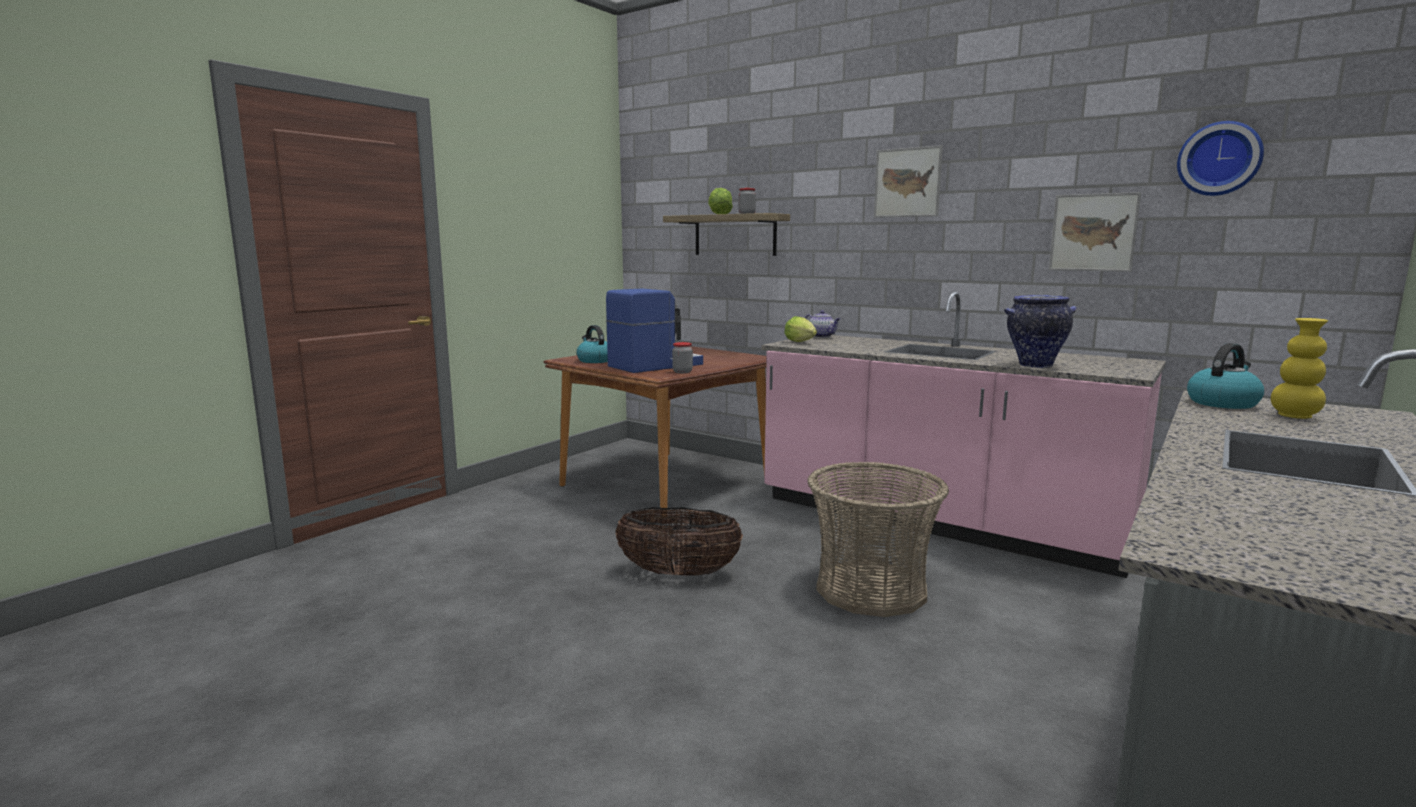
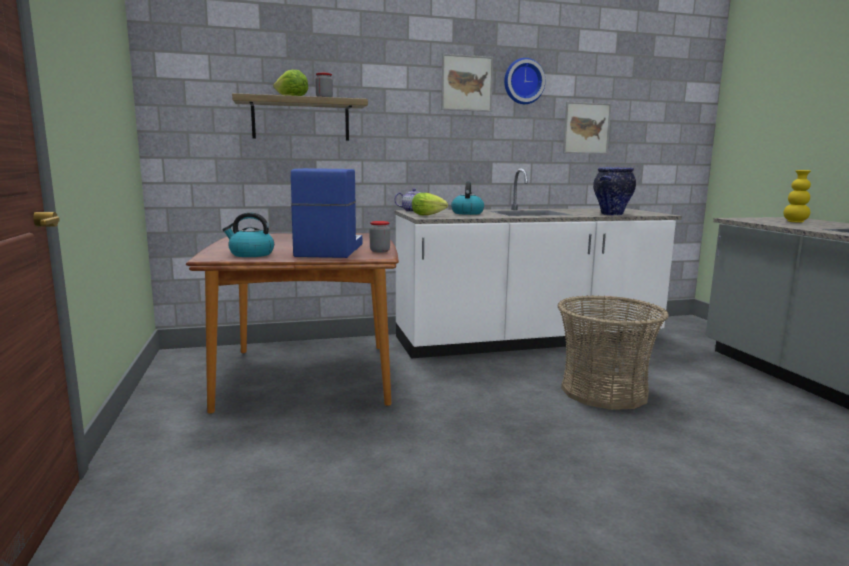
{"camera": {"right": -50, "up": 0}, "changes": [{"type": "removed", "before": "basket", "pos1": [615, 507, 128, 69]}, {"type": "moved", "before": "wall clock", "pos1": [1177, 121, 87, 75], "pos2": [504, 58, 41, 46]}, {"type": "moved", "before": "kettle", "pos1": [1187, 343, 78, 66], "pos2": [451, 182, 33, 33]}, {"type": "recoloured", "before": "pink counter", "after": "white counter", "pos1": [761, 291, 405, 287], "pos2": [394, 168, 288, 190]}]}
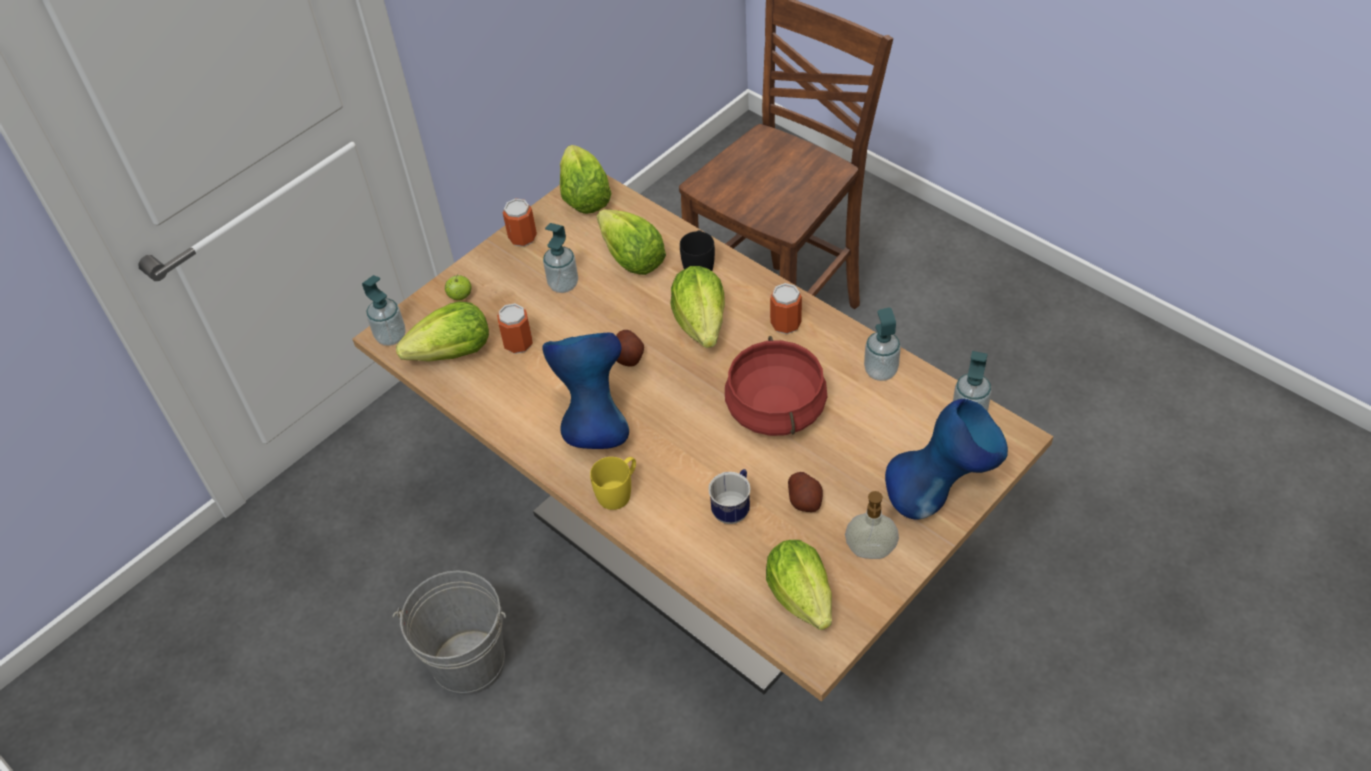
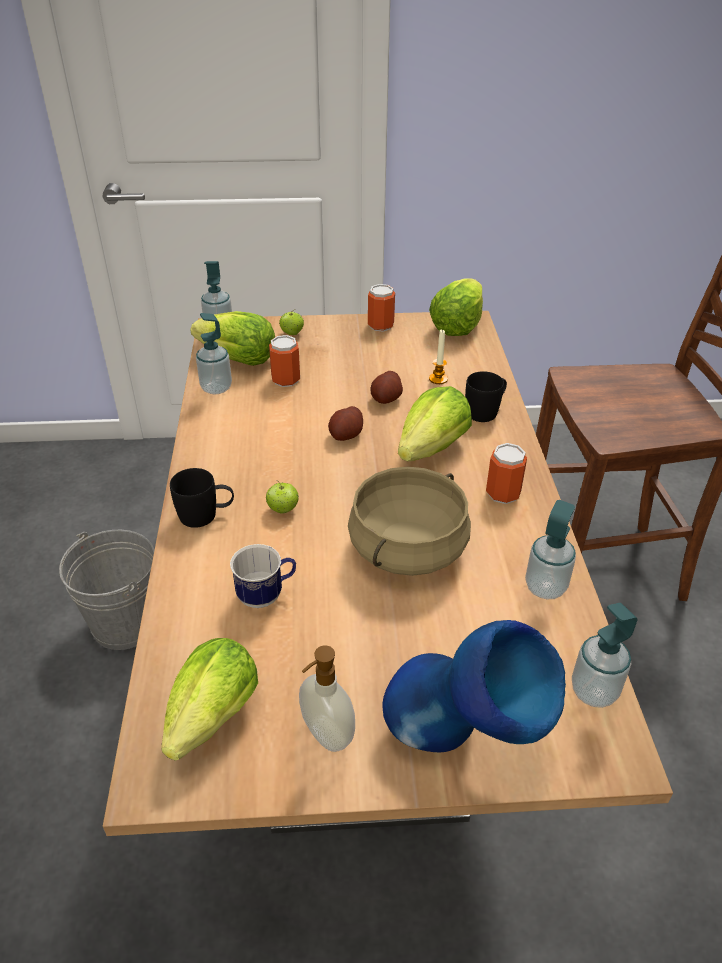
{"camera": {"right": 40, "up": -10}, "changes": [{"type": "removed", "before": "blue vase", "pos1": [542, 333, 87, 116]}, {"type": "added", "after": "apple", "pos2": [266, 480, 33, 34]}, {"type": "moved", "before": "soap dispenser", "pos1": [543, 223, 35, 70], "pos2": [196, 313, 36, 82]}, {"type": "moved", "before": "potato", "pos1": [788, 472, 35, 40], "pos2": [371, 371, 32, 33]}, {"type": "replaced", "before": "lettuce", "after": "candle", "pos1": [597, 209, 69, 66], "pos2": [429, 329, 19, 55]}, {"type": "recoloured", "before": "yellow mug", "after": "black mug", "pos1": [590, 457, 46, 53], "pos2": [170, 468, 64, 60]}, {"type": "recoloured", "before": "red cooking pot", "after": "beige cooking pot", "pos1": [725, 336, 102, 100], "pos2": [348, 467, 123, 109]}]}
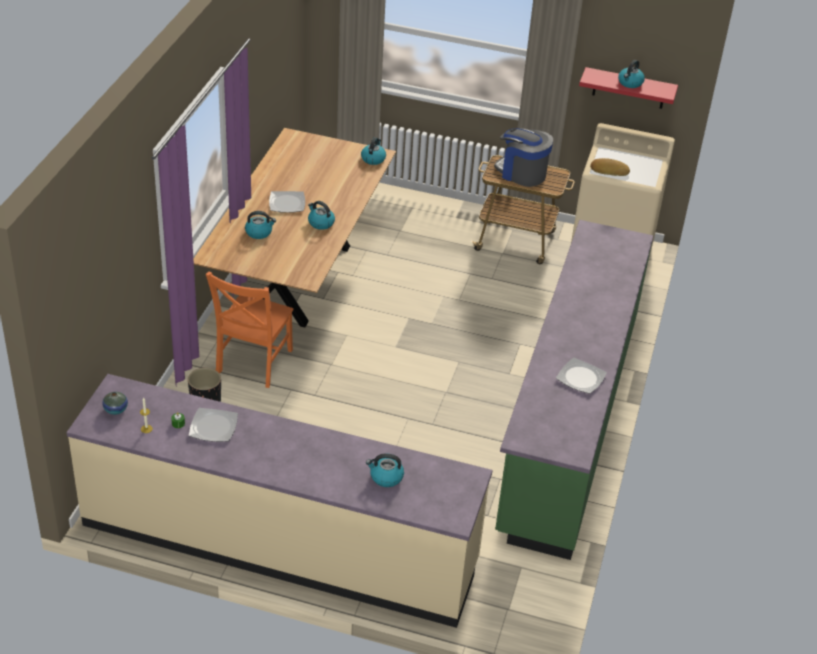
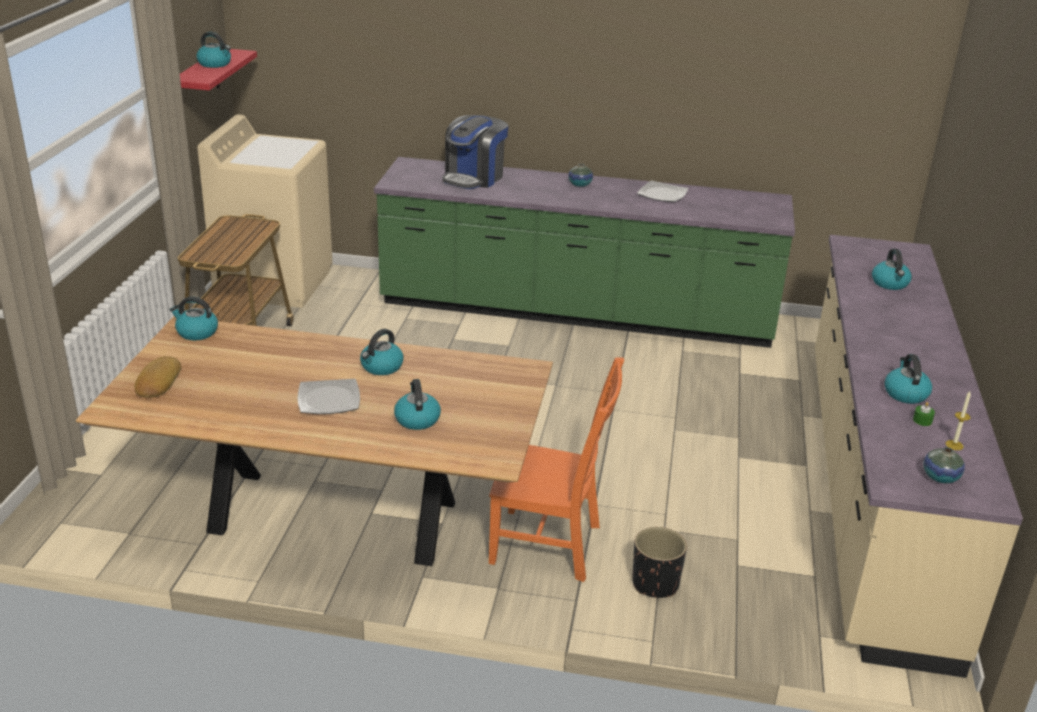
{"camera": {"right": -95, "up": -10}, "changes": [{"type": "added", "after": "vase", "pos2": [568, 164, 25, 23]}, {"type": "moved", "before": "coffee machine", "pos1": [494, 128, 59, 59], "pos2": [442, 115, 66, 74]}, {"type": "moved", "before": "bread", "pos1": [590, 158, 40, 18], "pos2": [134, 356, 47, 42]}, {"type": "replaced", "before": "plate", "after": "kettle", "pos1": [189, 408, 49, 34], "pos2": [885, 354, 47, 50]}]}
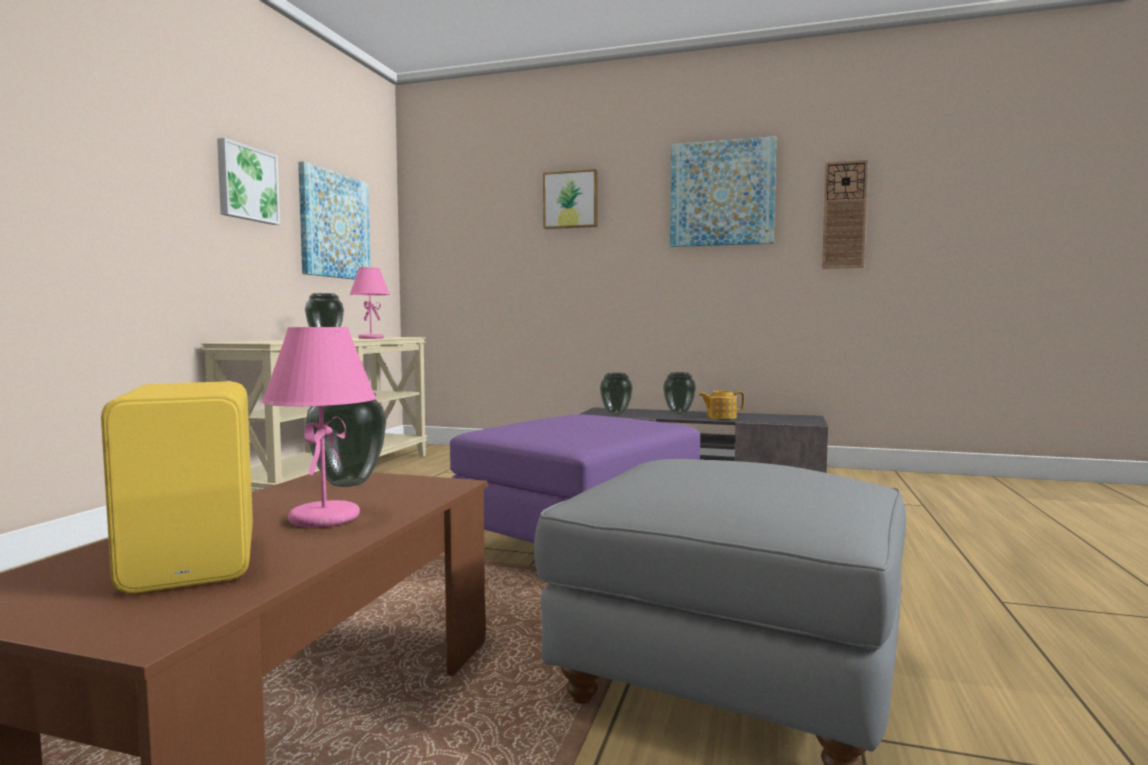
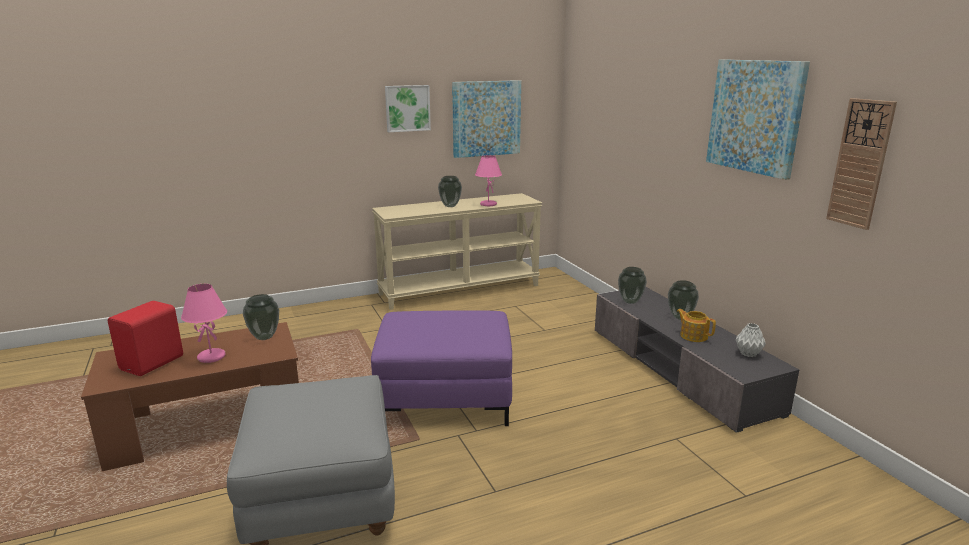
{"camera": {"right": 50, "up": 15}, "changes": [{"type": "removed", "before": "picture", "pos1": [543, 169, 55, 60]}, {"type": "added", "after": "grey vase", "pos2": [735, 323, 31, 34]}, {"type": "recoloured", "before": "yellow speaker", "after": "red speaker", "pos1": [101, 381, 152, 213], "pos2": [108, 301, 75, 75]}]}
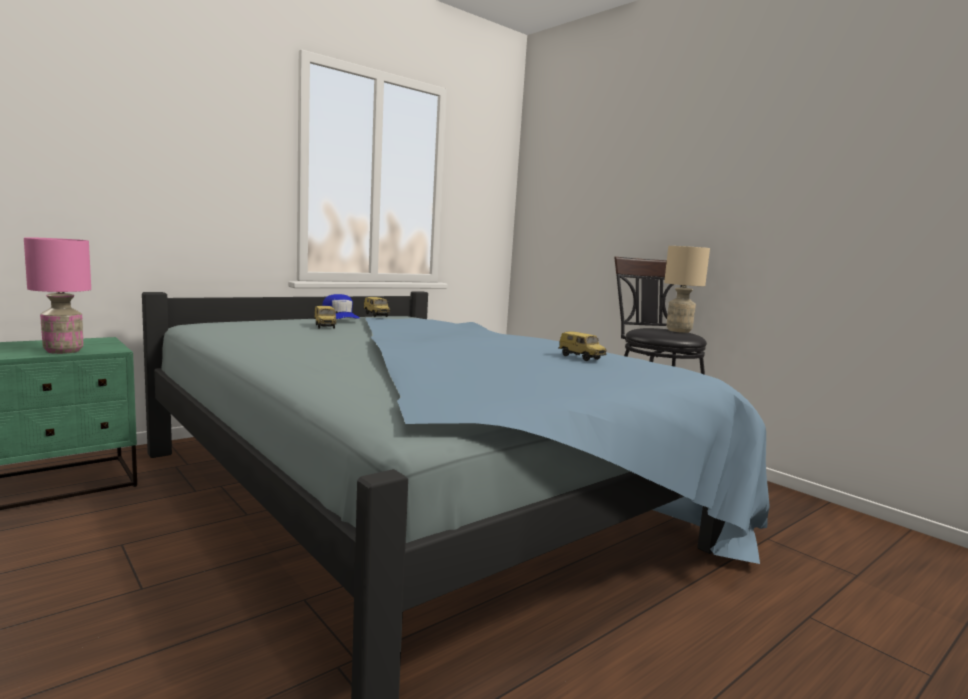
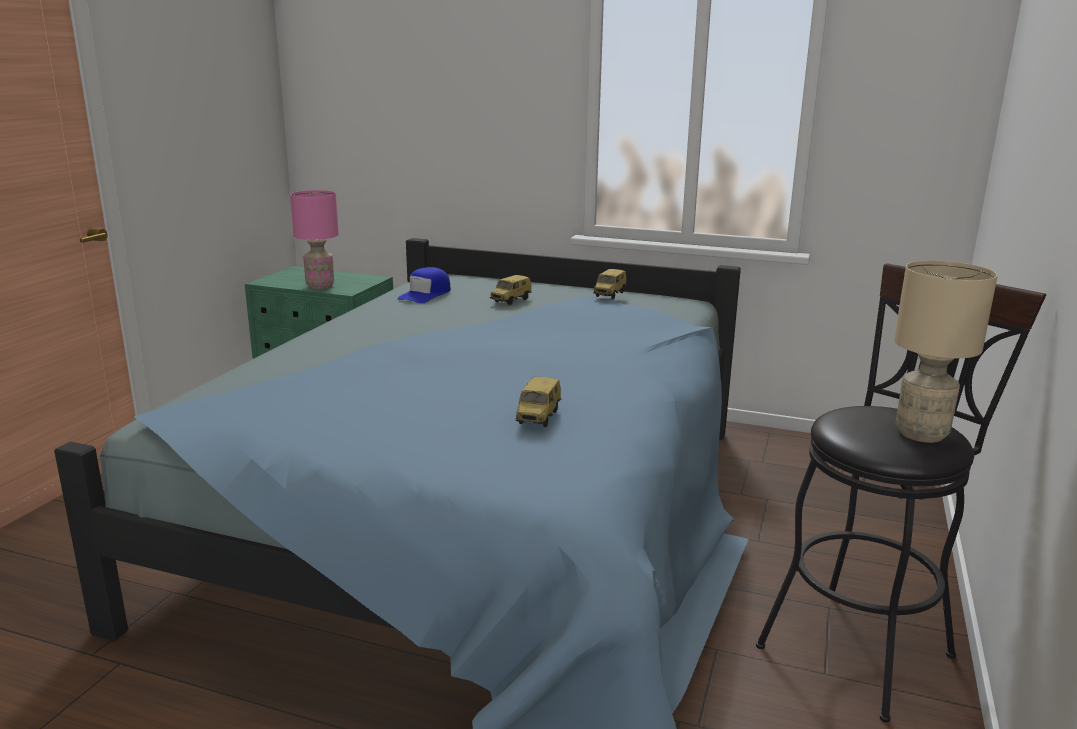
{"camera": {"right": 60, "up": 10}, "changes": [{"type": "moved", "before": "blue cap", "pos1": [322, 294, 38, 25], "pos2": [397, 267, 54, 36]}]}
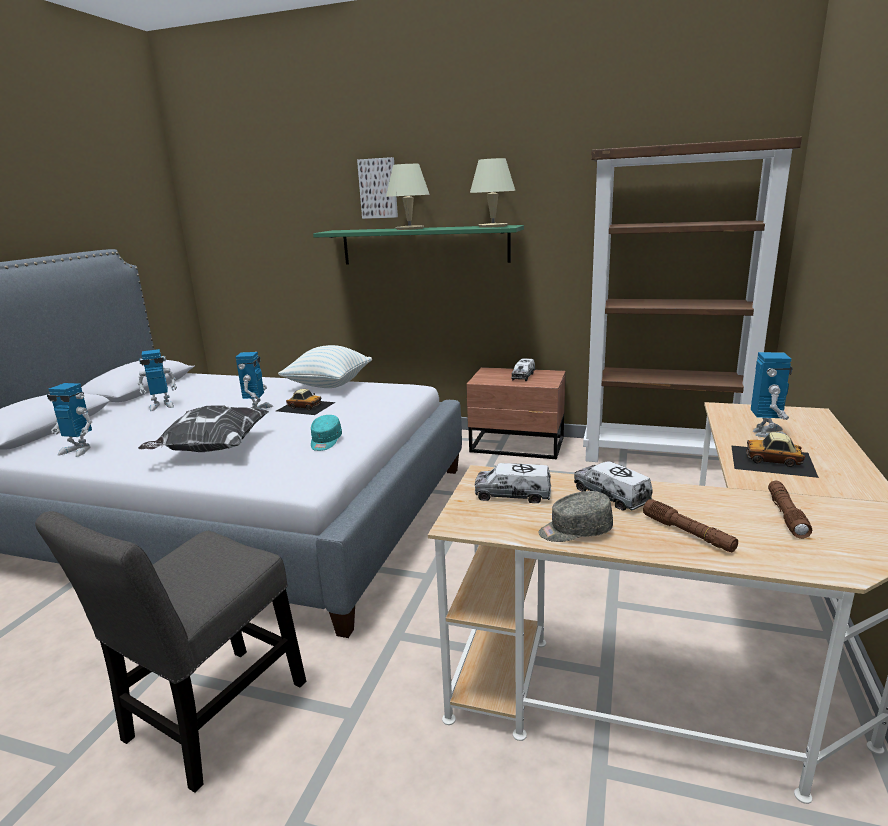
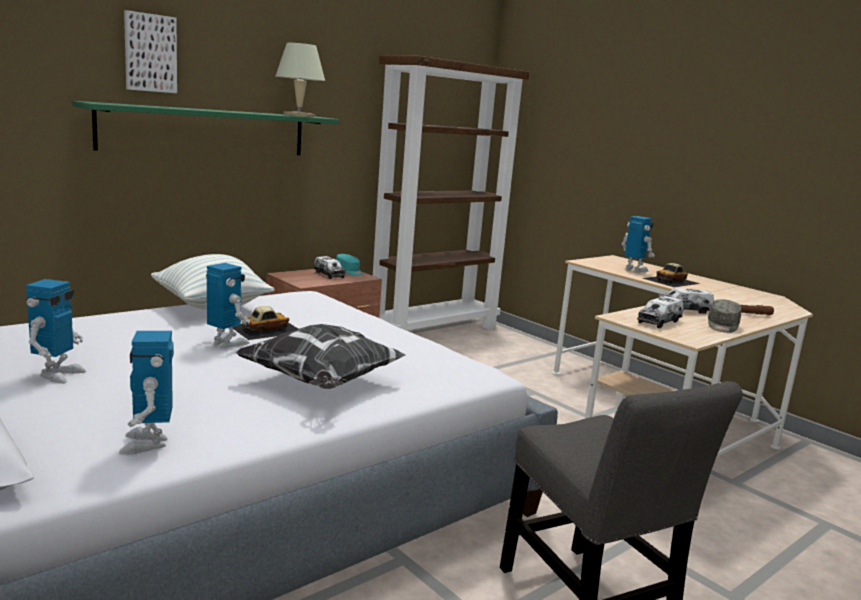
{"camera": {"right": -60, "up": -5}, "changes": [{"type": "removed", "before": "beige table lamp", "pos1": [386, 164, 44, 66]}, {"type": "removed", "before": "brown flashlight", "pos1": [768, 481, 44, 58]}, {"type": "moved", "before": "turquoise cap", "pos1": [311, 415, 31, 36], "pos2": [336, 254, 27, 22]}, {"type": "turned", "before": "toy robot", "pos1": [47, 383, 45, 74], "pos2": [119, 331, 55, 124], "turn": 120}]}
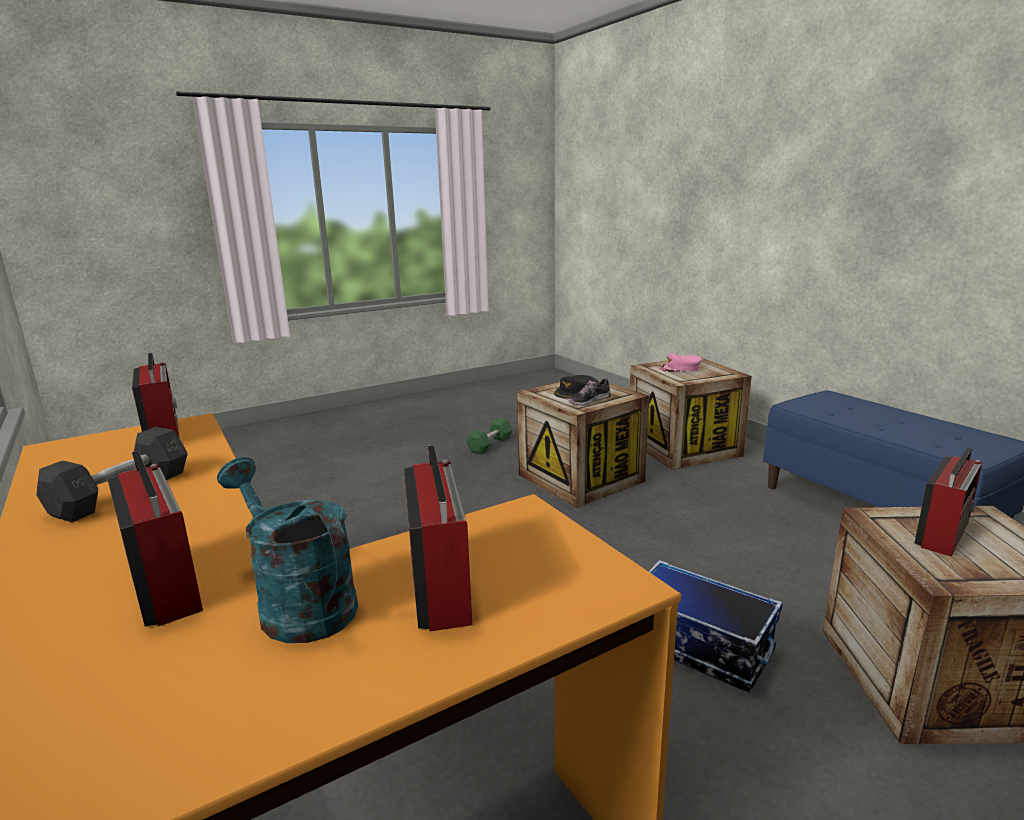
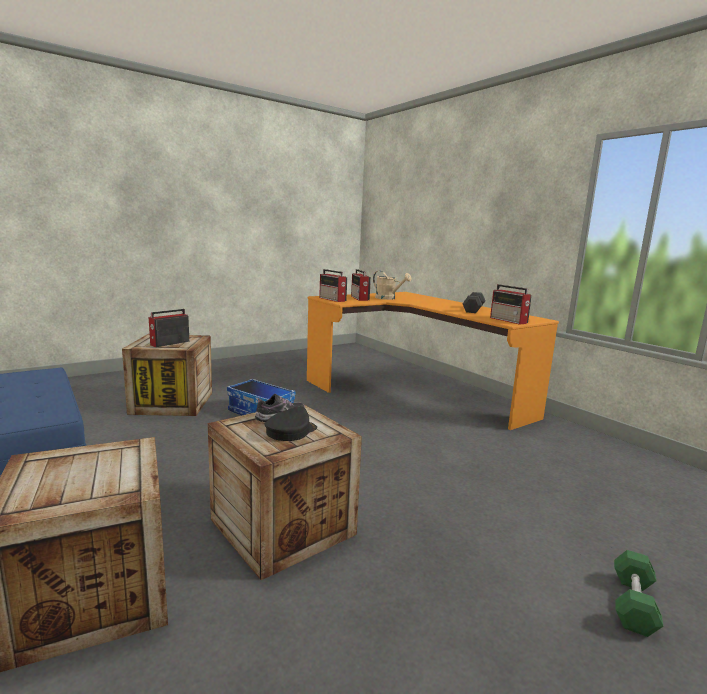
{"camera": {"right": 175, "up": -5}, "changes": [{"type": "removed", "before": "pink cap", "pos1": [659, 353, 43, 19]}, {"type": "moved", "before": "radio", "pos1": [108, 451, 95, 176], "pos2": [319, 269, 28, 33]}, {"type": "moved", "before": "green dumbbell", "pos1": [466, 418, 47, 36], "pos2": [614, 550, 49, 87]}, {"type": "recoloured", "before": "turquoise watering can", "after": "beige watering can", "pos1": [217, 457, 141, 186], "pos2": [373, 271, 39, 29]}]}
